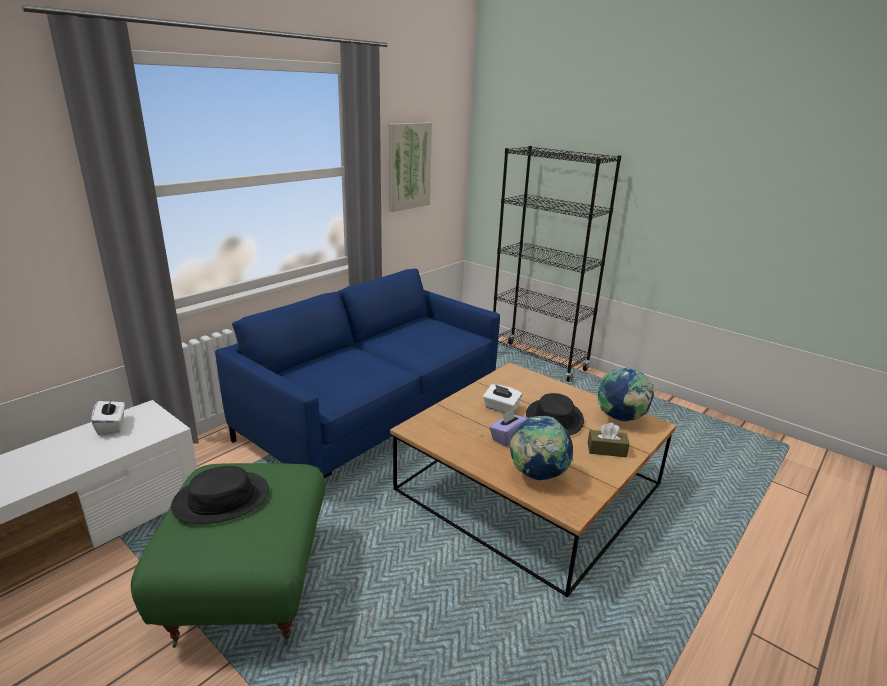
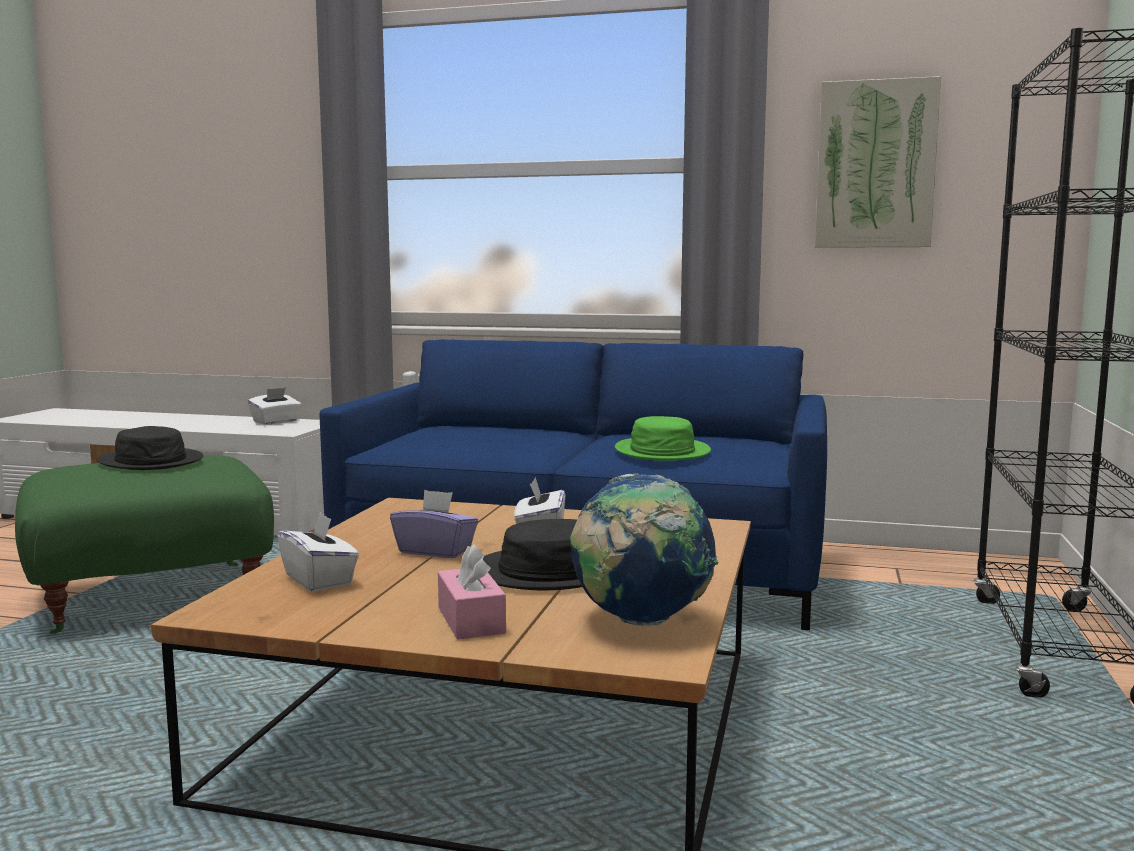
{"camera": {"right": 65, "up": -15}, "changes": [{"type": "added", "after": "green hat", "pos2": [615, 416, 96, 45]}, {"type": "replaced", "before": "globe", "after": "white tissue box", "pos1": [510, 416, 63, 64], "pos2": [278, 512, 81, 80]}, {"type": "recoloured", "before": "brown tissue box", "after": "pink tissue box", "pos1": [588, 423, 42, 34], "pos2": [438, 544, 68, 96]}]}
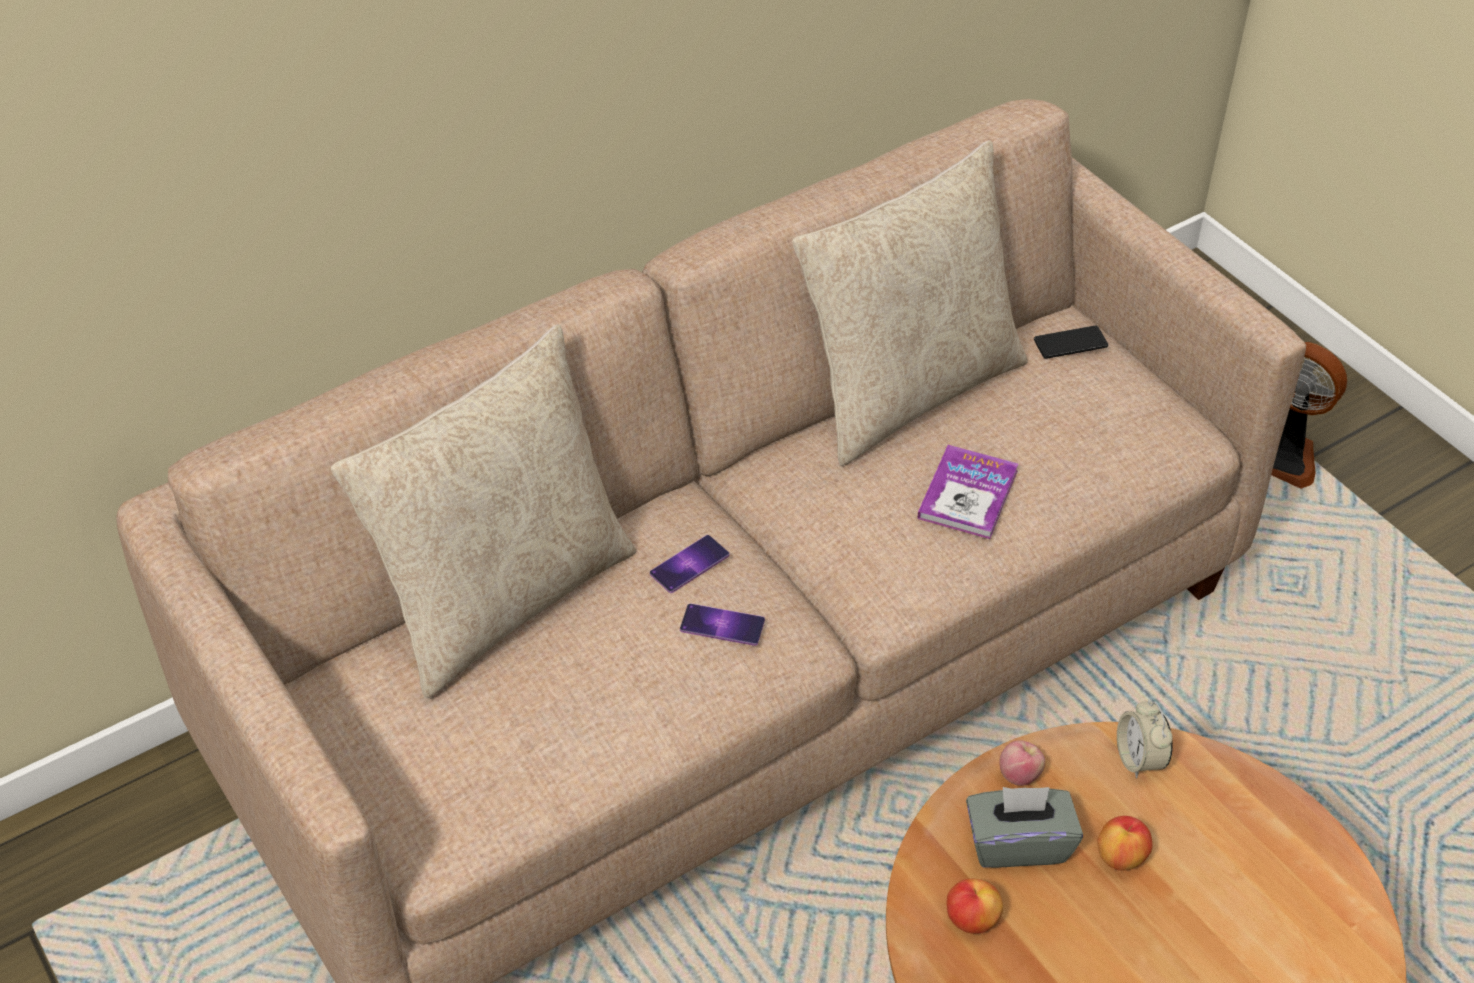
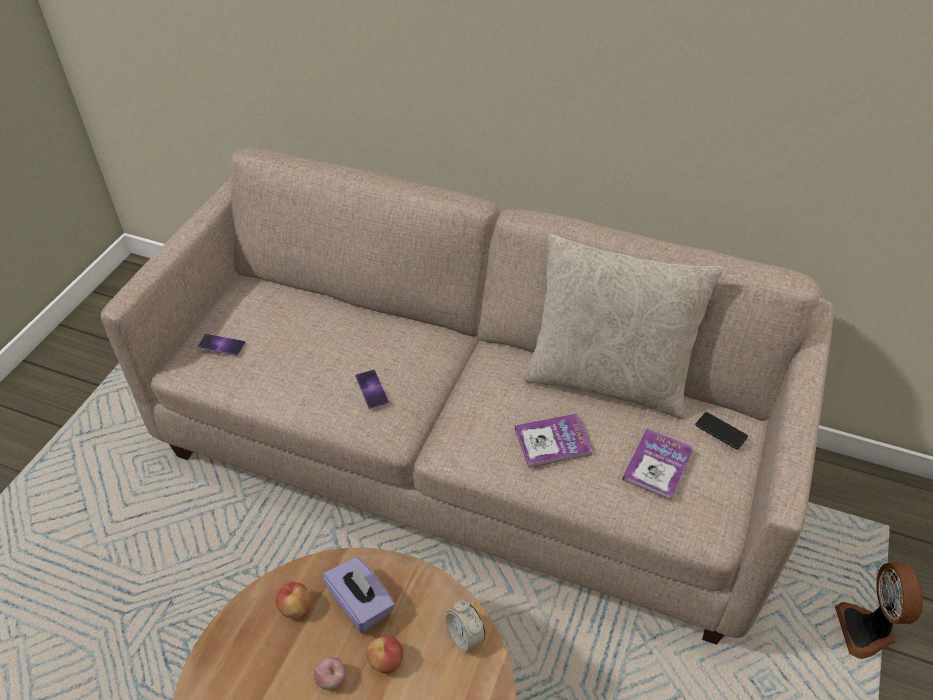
{"camera": {"right": 55, "up": 0}, "changes": [{"type": "removed", "before": "beige pillow", "pos1": [331, 325, 305, 373]}, {"type": "added", "after": "book", "pos2": [622, 429, 72, 71]}, {"type": "moved", "before": "phone", "pos1": [650, 535, 79, 58], "pos2": [197, 334, 49, 22]}, {"type": "moved", "before": "apple", "pos1": [999, 740, 46, 46], "pos2": [314, 657, 32, 33]}, {"type": "recoloured", "before": "grey tissue box", "after": "purple tissue box", "pos1": [966, 787, 117, 81], "pos2": [322, 557, 73, 76]}, {"type": "turned", "before": "alarm clock", "pos1": [1117, 700, 56, 78], "pos2": [445, 600, 40, 53], "turn": -75}]}
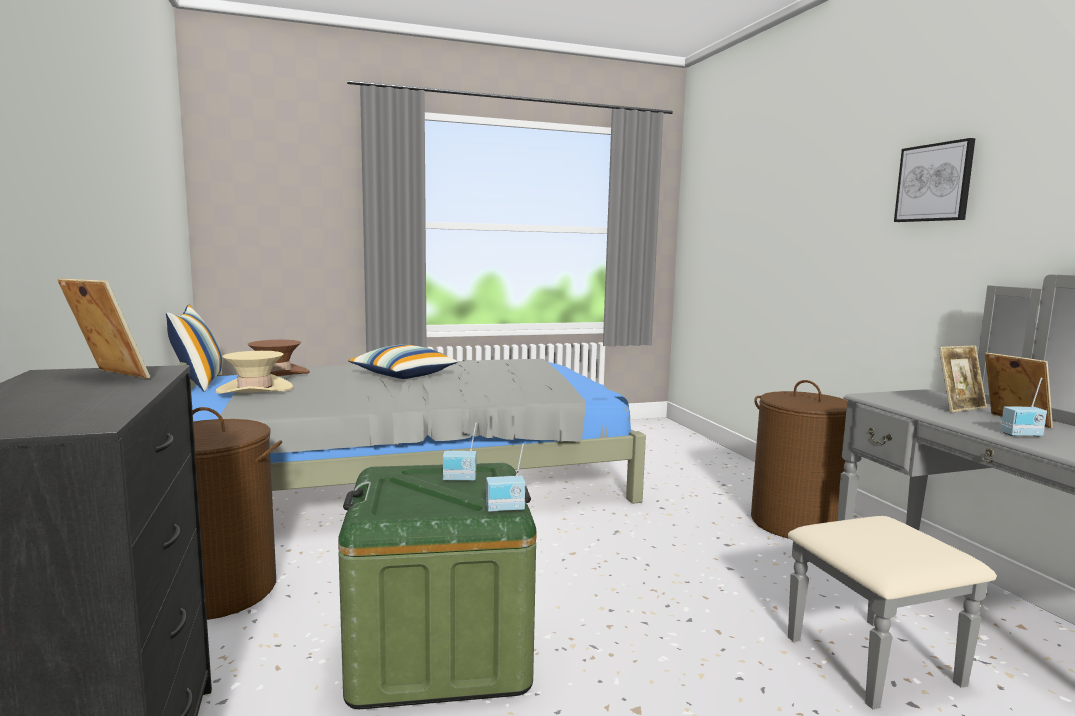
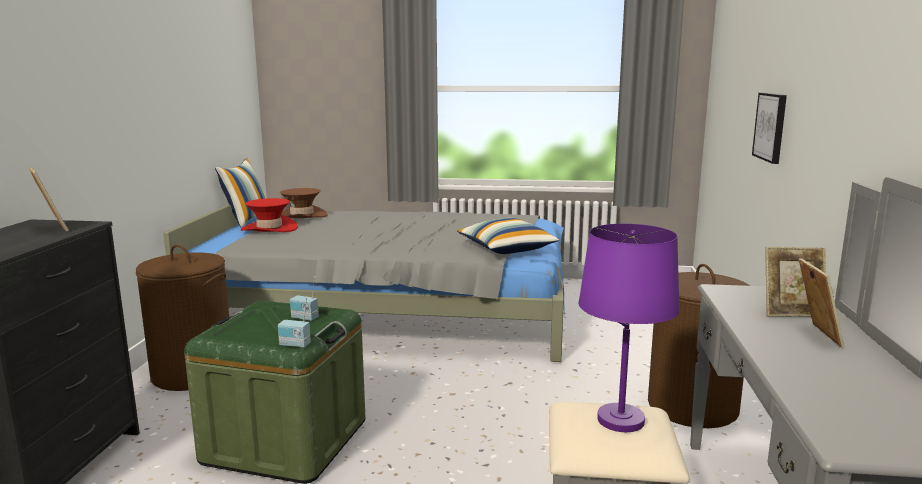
{"camera": {"right": 25, "up": 5}, "changes": [{"type": "removed", "before": "radio", "pos1": [1000, 377, 47, 60]}, {"type": "added", "after": "purple table lamp", "pos2": [578, 224, 102, 208]}, {"type": "moved", "before": "pillow", "pos1": [348, 344, 110, 35], "pos2": [457, 218, 102, 36]}, {"type": "moved", "before": "picture", "pos1": [894, 138, 81, 84], "pos2": [752, 93, 35, 71]}, {"type": "recoloured", "before": "beige hat", "after": "red hat", "pos1": [216, 351, 77, 43], "pos2": [241, 198, 57, 34]}]}
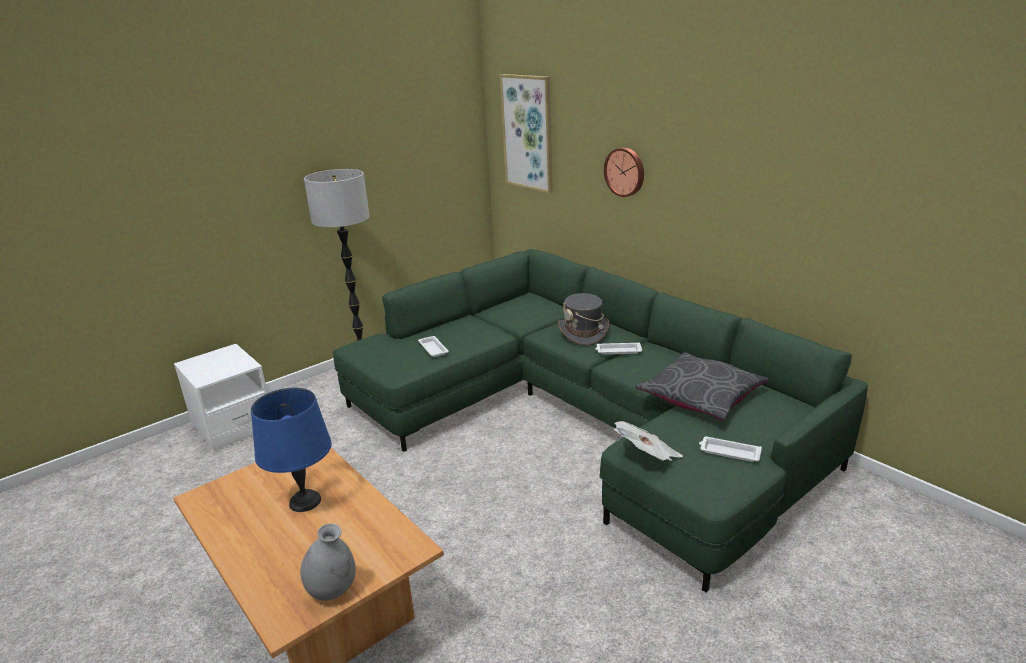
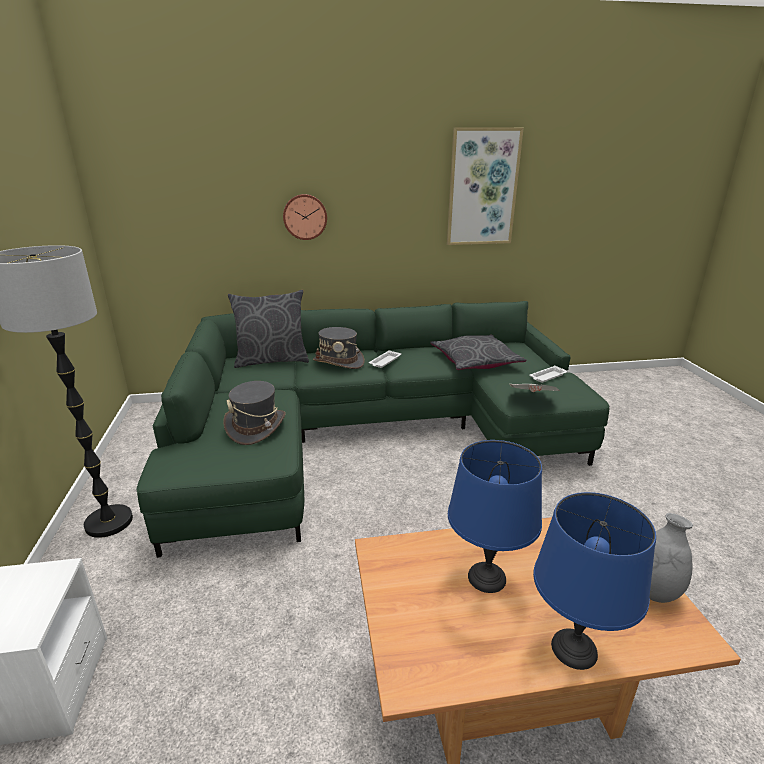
{"camera": {"right": -60, "up": 0}, "changes": [{"type": "added", "after": "grey pillow", "pos2": [228, 290, 81, 78]}, {"type": "added", "after": "blue table lamp", "pos2": [533, 492, 123, 178]}, {"type": "moved", "before": "picture", "pos1": [500, 74, 53, 119], "pos2": [447, 127, 77, 118]}, {"type": "replaced", "before": "white tray", "after": "grey hat", "pos1": [418, 336, 31, 21], "pos2": [223, 381, 63, 64]}]}
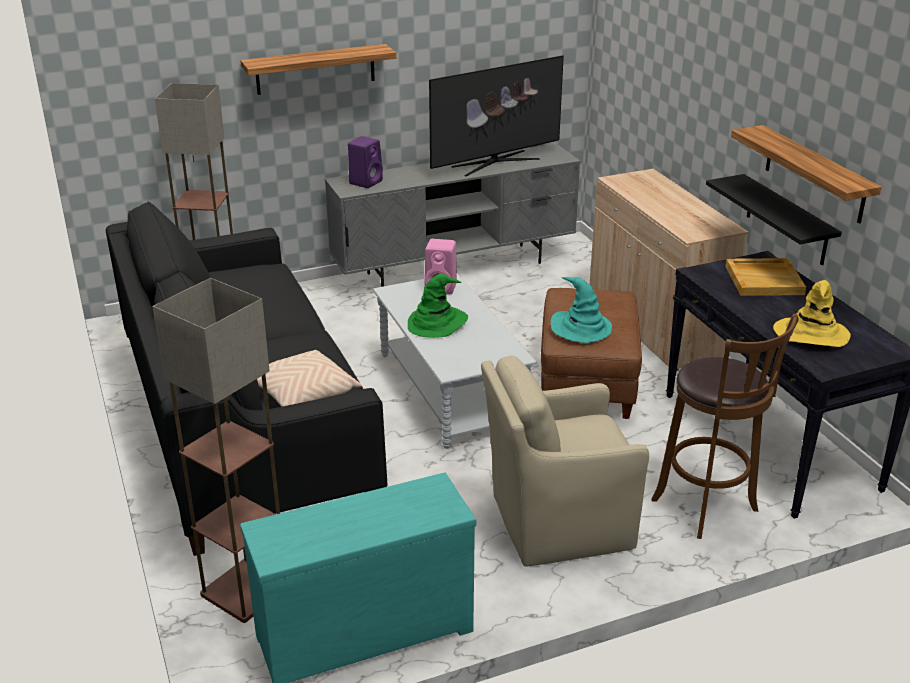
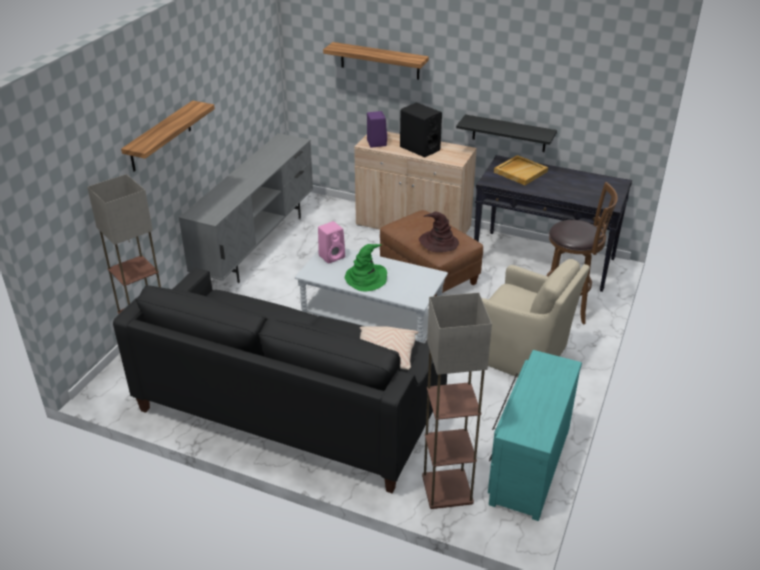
{"camera": {"right": -45, "up": 5}, "changes": [{"type": "removed", "before": "television", "pos1": [429, 55, 135, 122]}, {"type": "removed", "before": "yellow hat", "pos1": [773, 280, 78, 67]}, {"type": "added", "after": "black speaker", "pos2": [400, 102, 42, 55]}, {"type": "moved", "before": "purple speaker", "pos1": [348, 136, 35, 52], "pos2": [367, 111, 20, 37]}, {"type": "moved", "before": "shelf", "pos1": [731, 125, 151, 99], "pos2": [323, 42, 106, 38]}, {"type": "recoloured", "before": "turquoise hat", "after": "brown hat", "pos1": [551, 277, 61, 66], "pos2": [419, 211, 40, 41]}, {"type": "turned", "before": "beige armchair", "pos1": [481, 356, 168, 210], "pos2": [482, 259, 108, 118], "turn": -90}]}
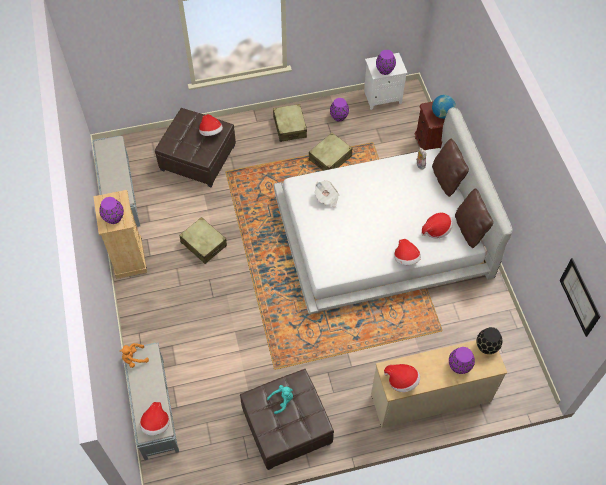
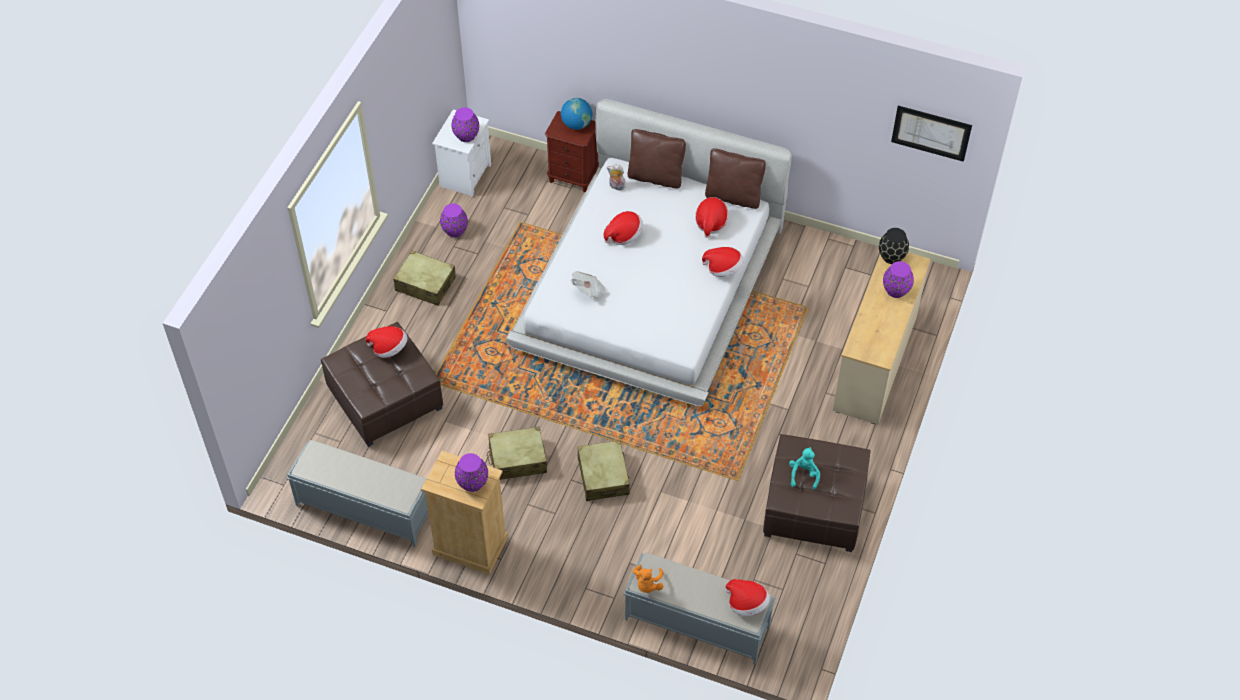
{"camera": {"right": -55, "up": -5}, "changes": [{"type": "moved", "before": "beige suitcase", "pos1": [309, 133, 44, 38], "pos2": [577, 440, 53, 61]}, {"type": "moved", "before": "hat", "pos1": [384, 364, 36, 28], "pos2": [604, 211, 39, 34]}]}
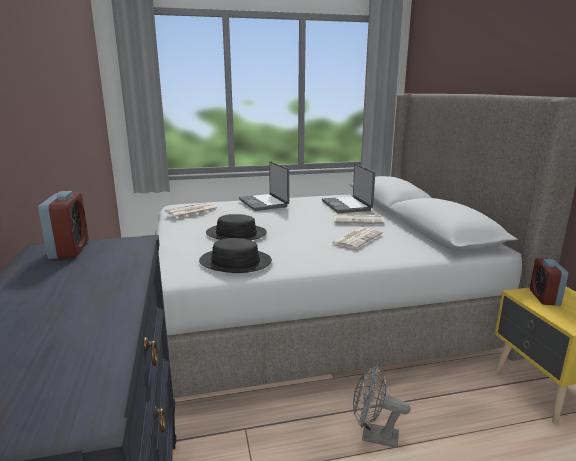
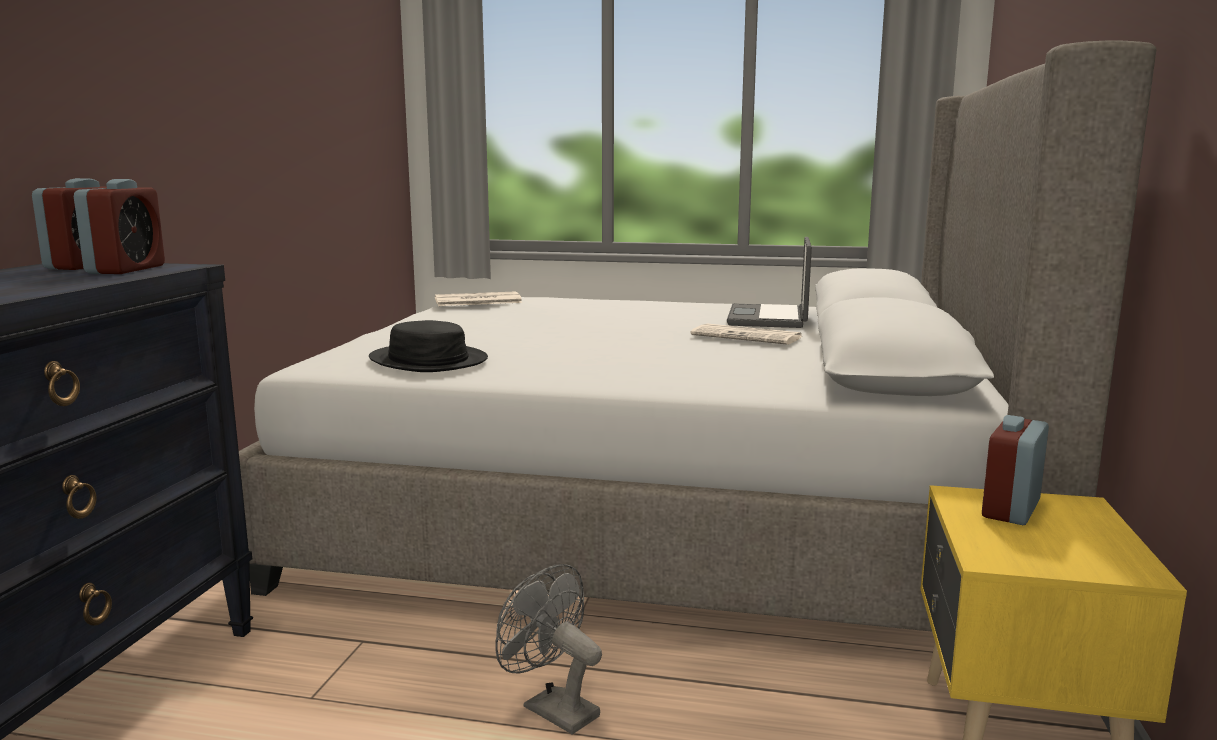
{"camera": {"right": 25, "up": -5}, "changes": [{"type": "removed", "before": "black hat", "pos1": [206, 214, 61, 26]}, {"type": "removed", "before": "laptop", "pos1": [239, 161, 50, 50]}, {"type": "removed", "before": "newspaper", "pos1": [330, 227, 52, 22]}, {"type": "added", "after": "alarm clock", "pos2": [74, 179, 91, 95]}]}
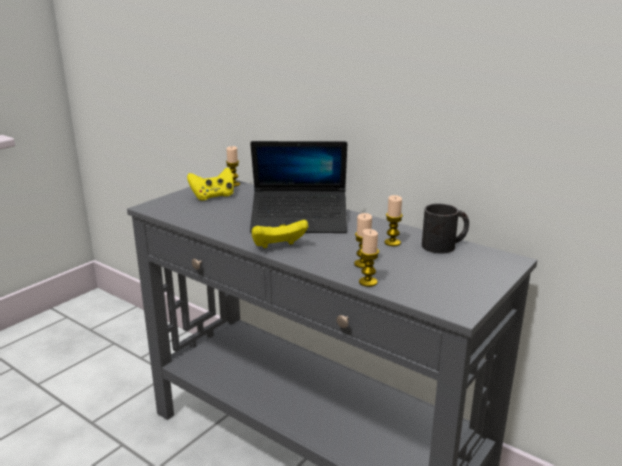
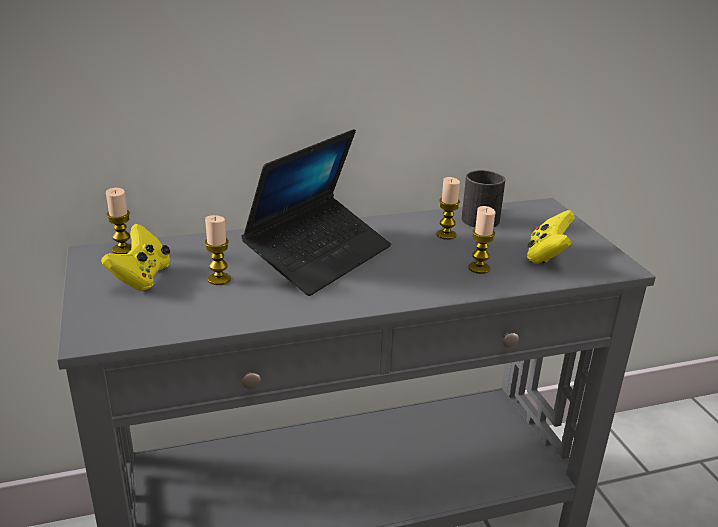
{"camera": {"right": -55, "up": 5}, "changes": [{"type": "moved", "before": "yellow game controller", "pos1": [252, 220, 56, 28], "pos2": [527, 210, 48, 54]}, {"type": "moved", "before": "candle", "pos1": [359, 229, 20, 58], "pos2": [204, 215, 27, 70]}]}
